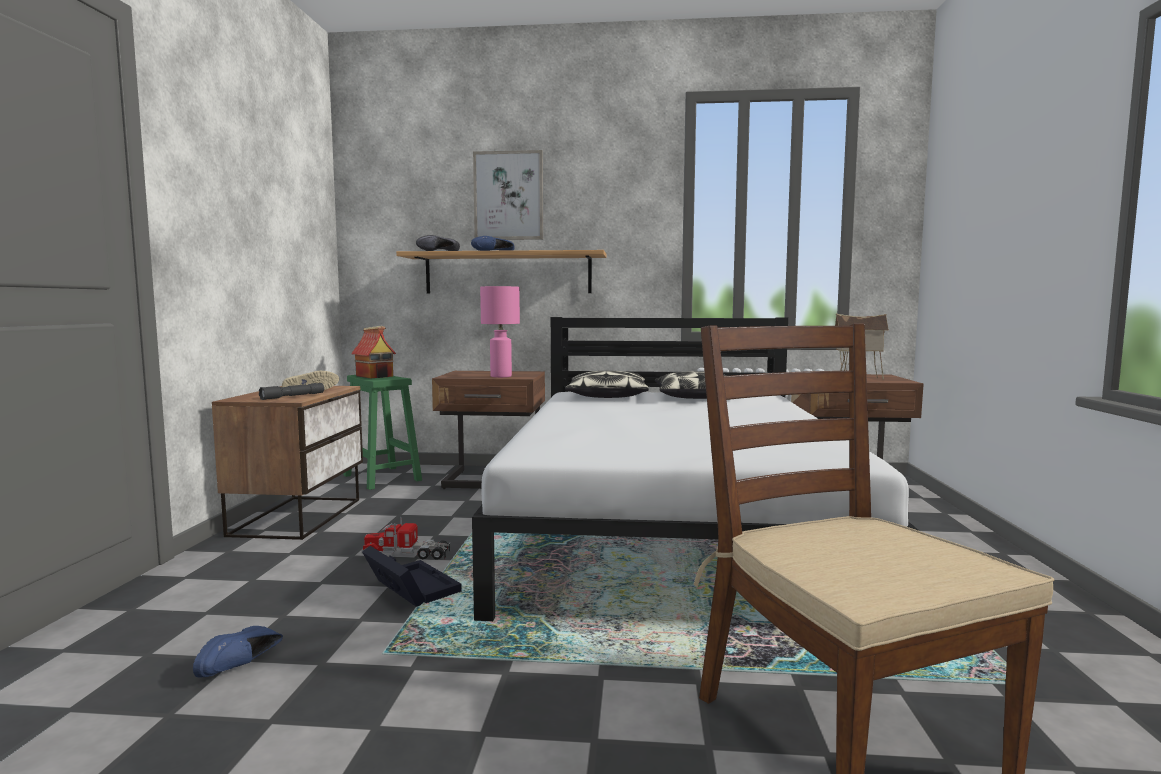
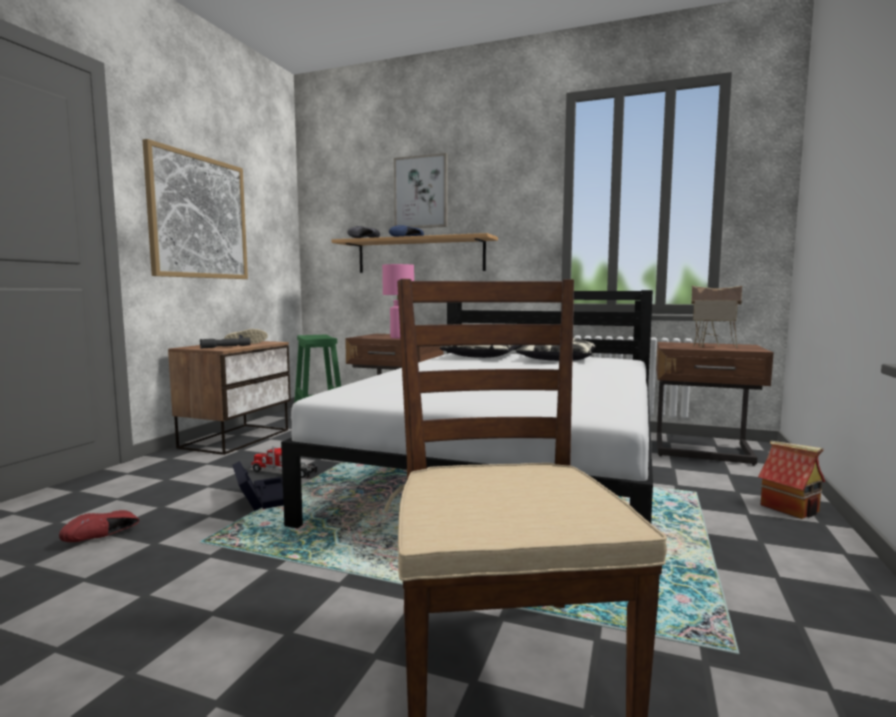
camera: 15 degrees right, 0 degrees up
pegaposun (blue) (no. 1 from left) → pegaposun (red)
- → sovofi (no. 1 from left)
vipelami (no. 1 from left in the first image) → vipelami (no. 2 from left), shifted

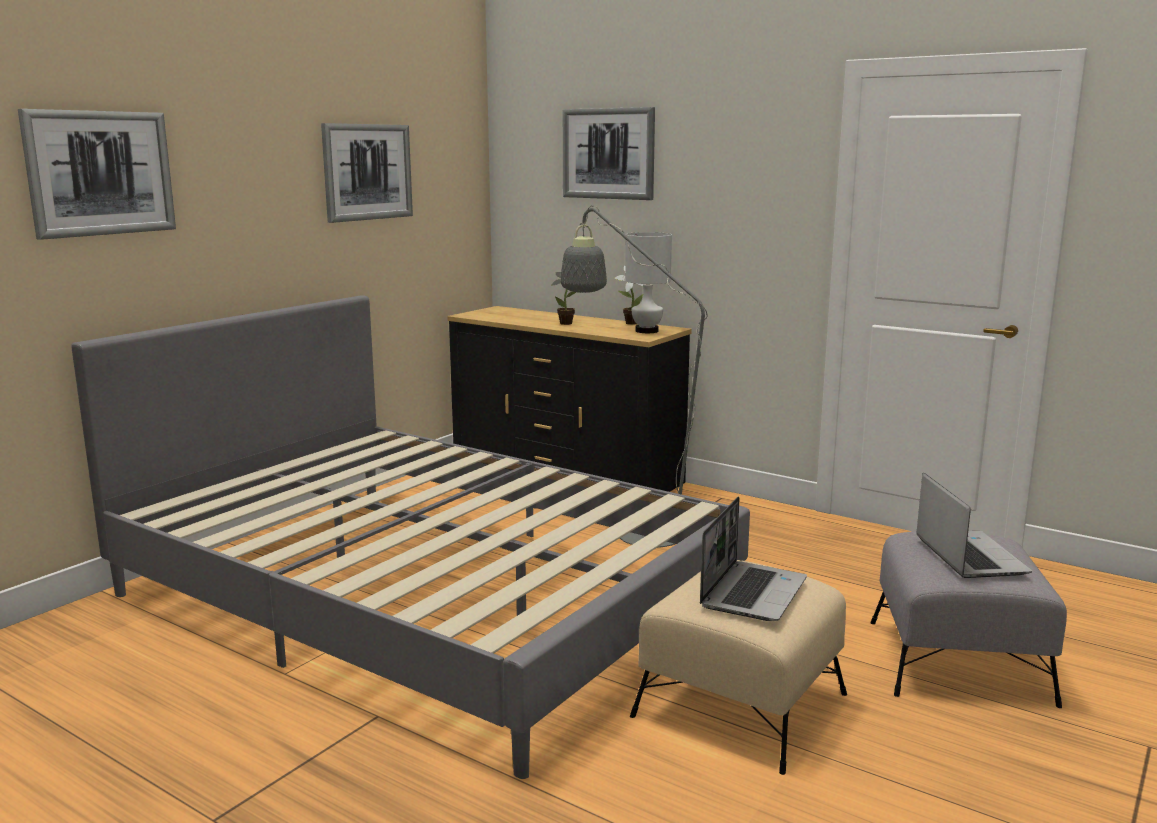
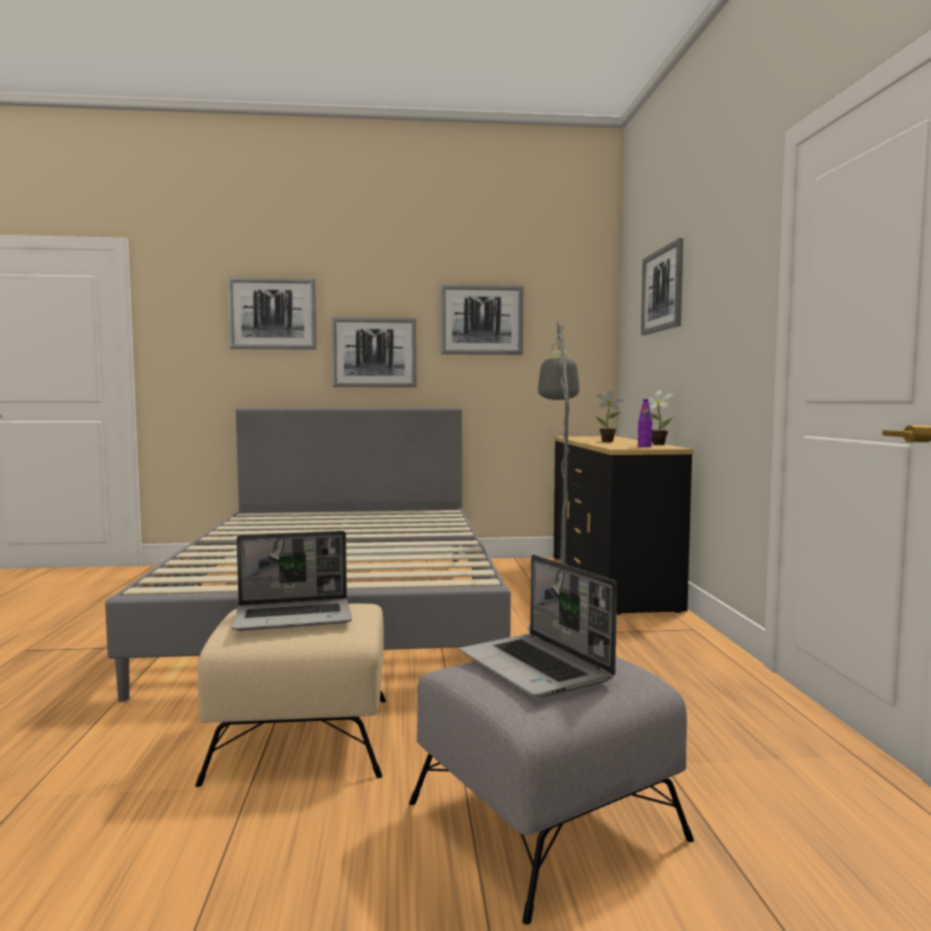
camera: 50 degrees right, 10 degrees down
- → sovofi (no. 2 from left)
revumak (no. 2 from left), 105 degrees clockwise
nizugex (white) → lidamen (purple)

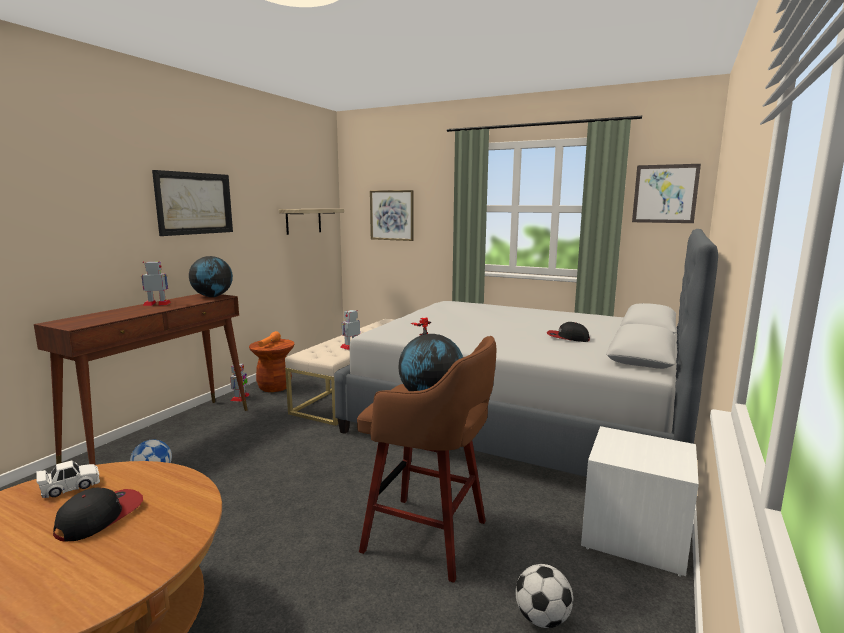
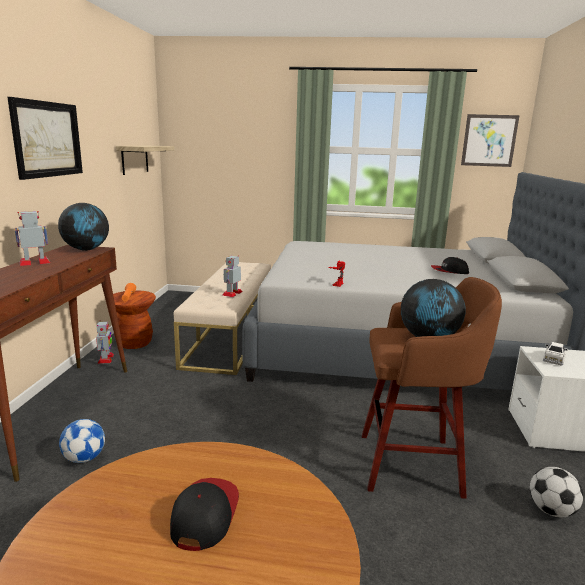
camera: 20 degrees left, 5 degrees up
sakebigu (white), shifted
sovofi (no. 2 from left) → -

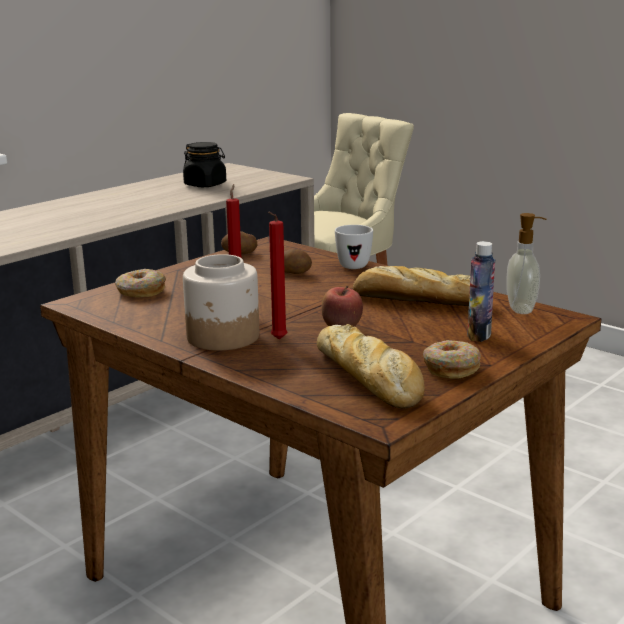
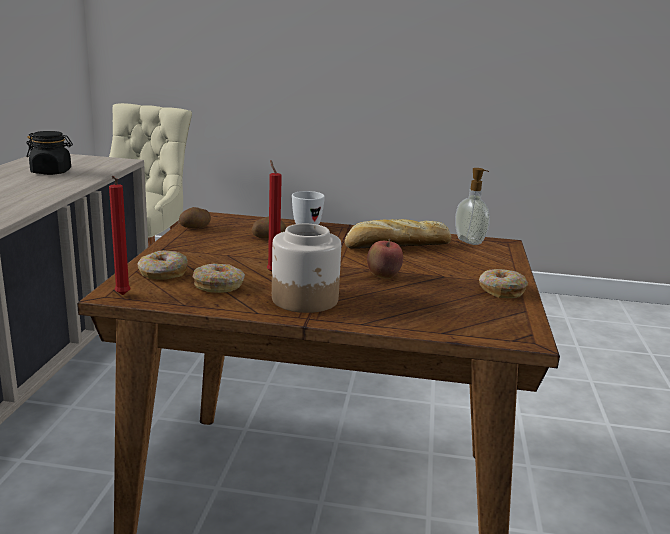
camera: 35 degrees left, 0 degrees up
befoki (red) (no. 2 from left in the first image) → befoki (red) (no. 1 from left), shifted
- → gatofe (no. 2 from left)
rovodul (no. 1 from left) → -
lidamen → -

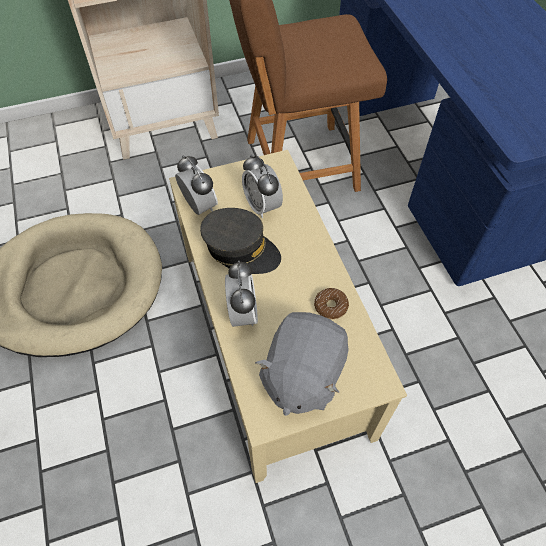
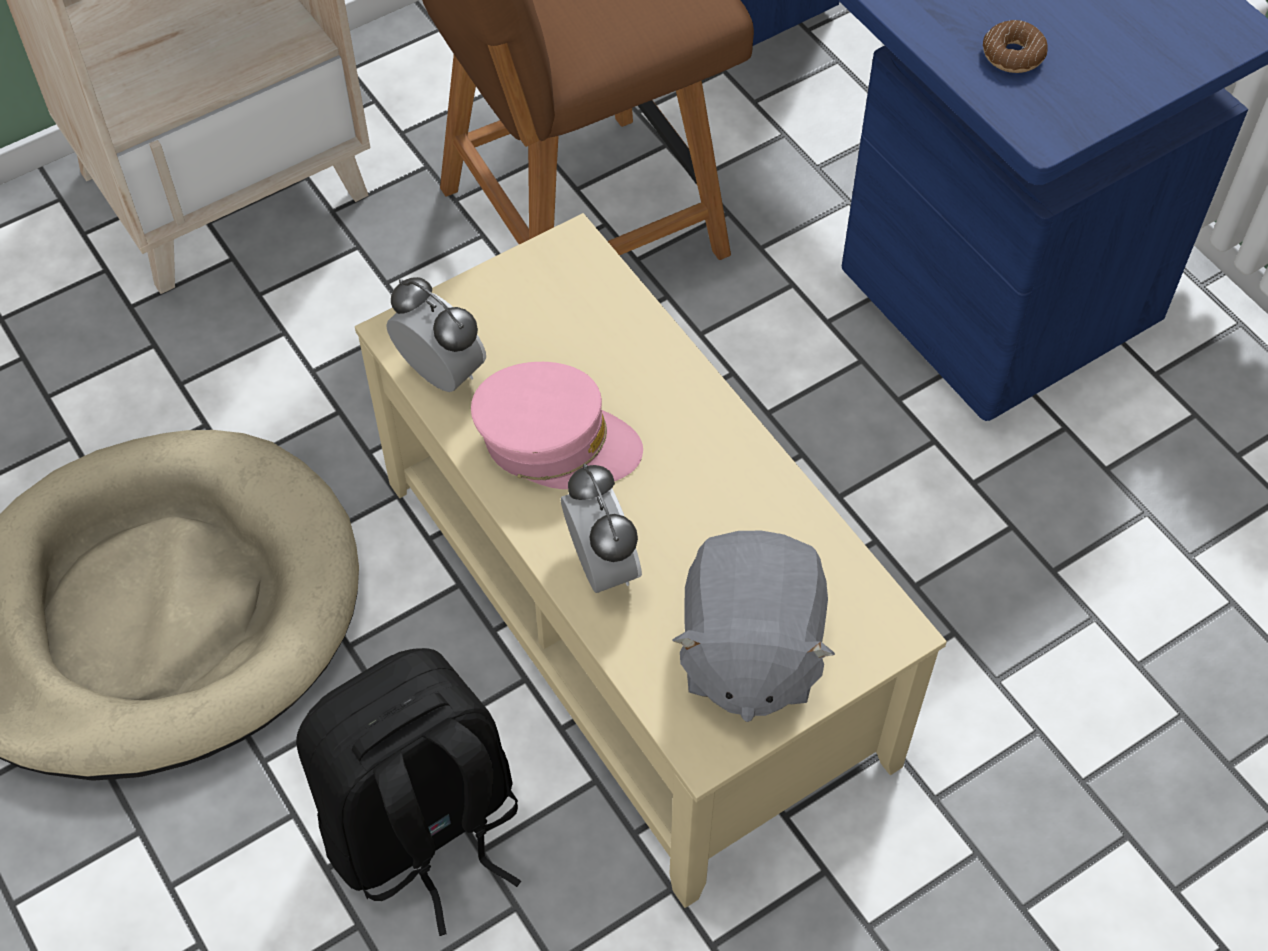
camera: 15 degrees left, 0 degrees up
- → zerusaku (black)
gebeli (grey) → gebeli (pink)
gatofe, shifted
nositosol (no. 3 from left) → -

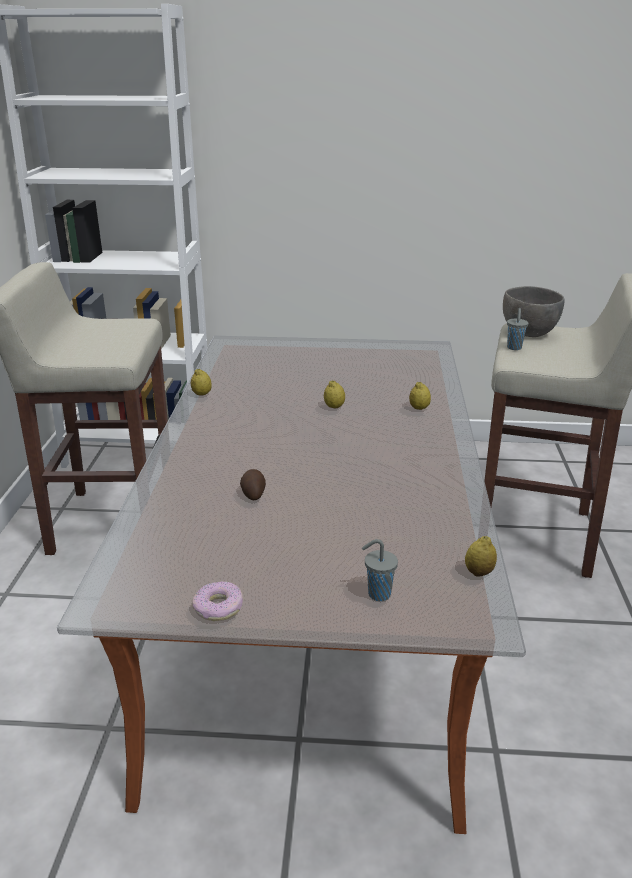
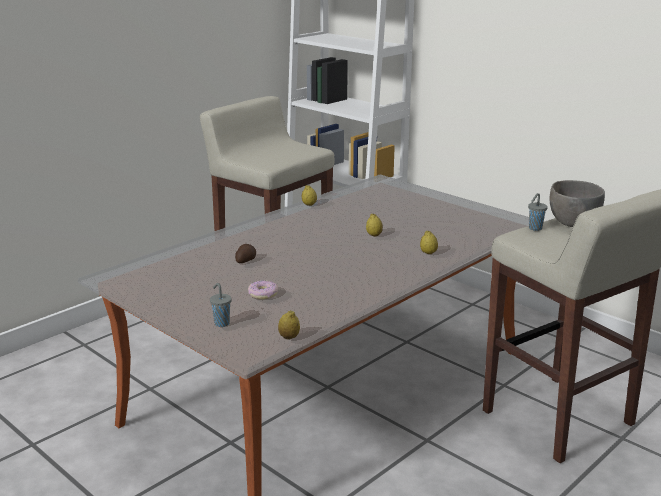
camera: 40 degrees right, 5 degrees down
gatofe, shifted

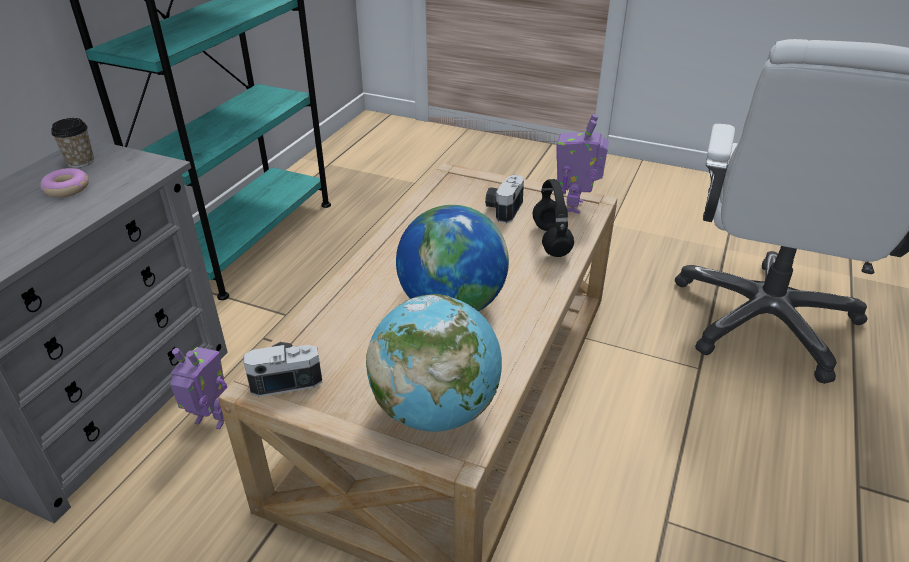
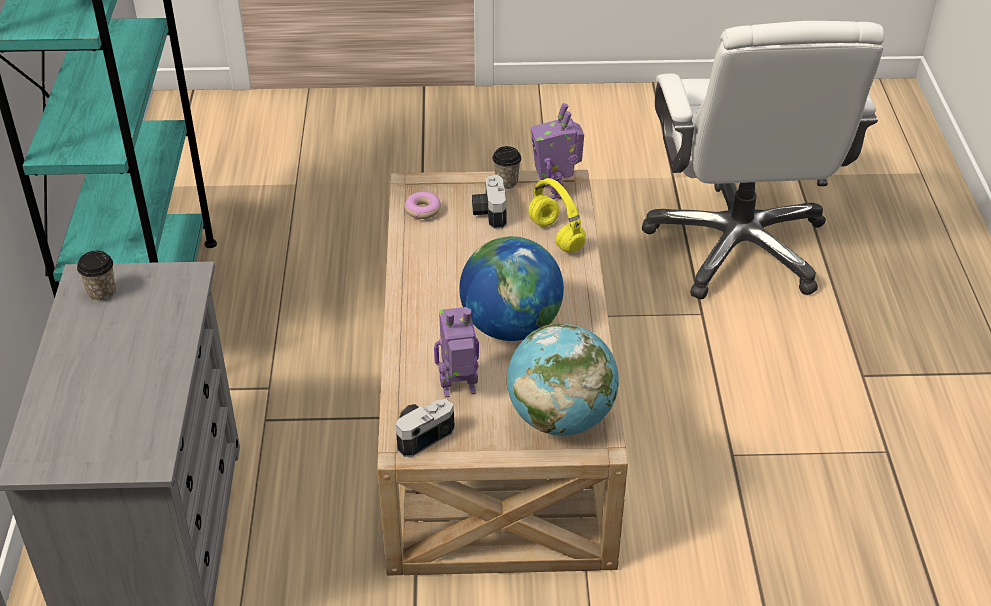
camera: 25 degrees left, 5 degrees up
gatofe, shifted
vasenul (no. 1 from left), shifted
- → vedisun (no. 2 from left)
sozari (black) → sozari (yellow)

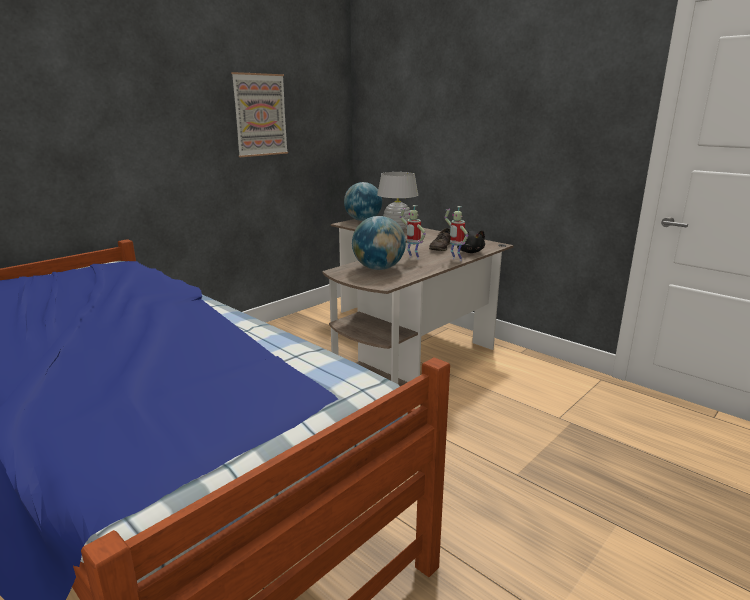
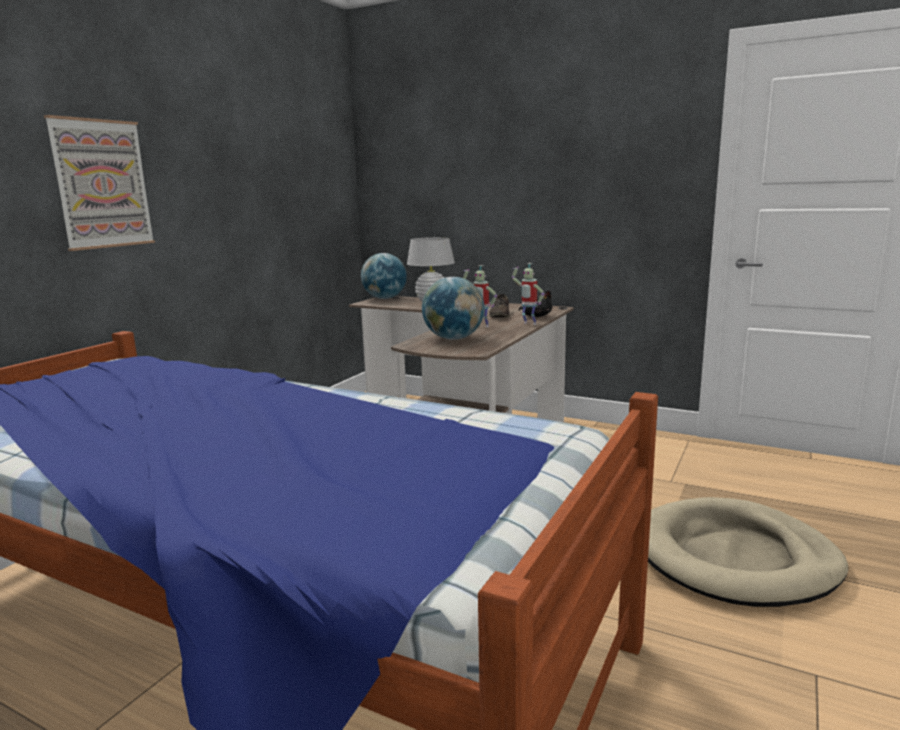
camera: 15 degrees left, 5 degrees down
sovofi, shifted
- → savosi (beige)

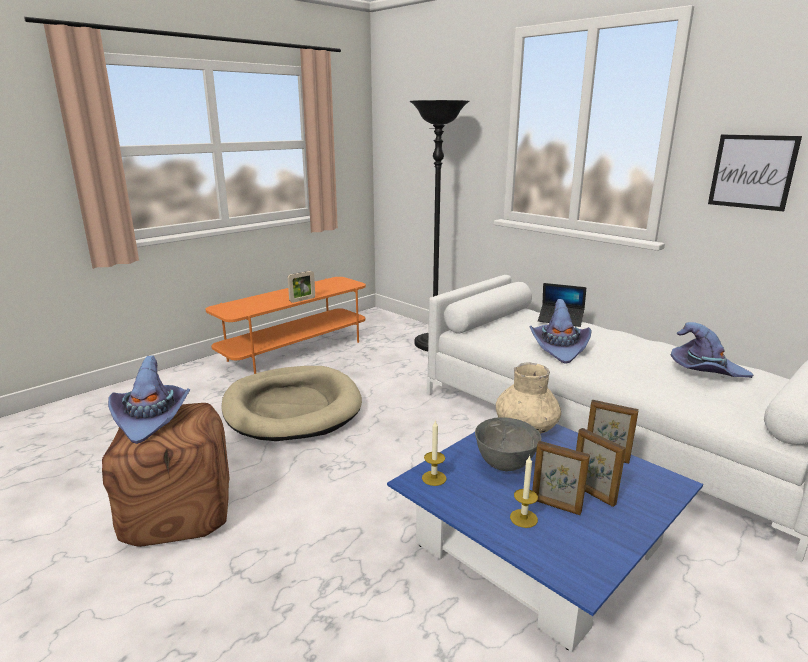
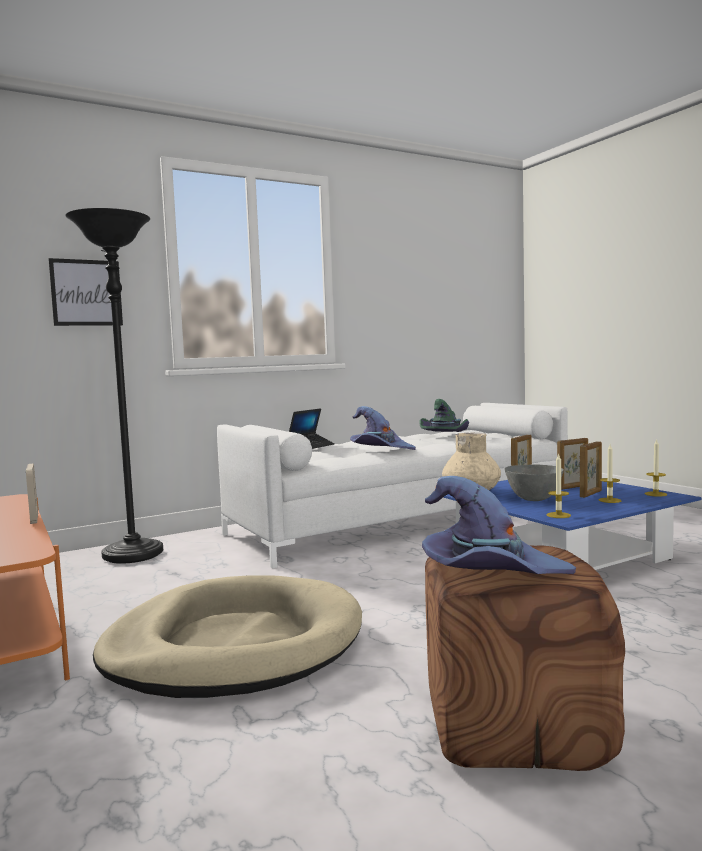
camera: 75 degrees left, 15 degrees down
sovofi, shifted
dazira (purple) (no. 3 from left) → dazira (green)
- → befoki (no. 3 from left)

